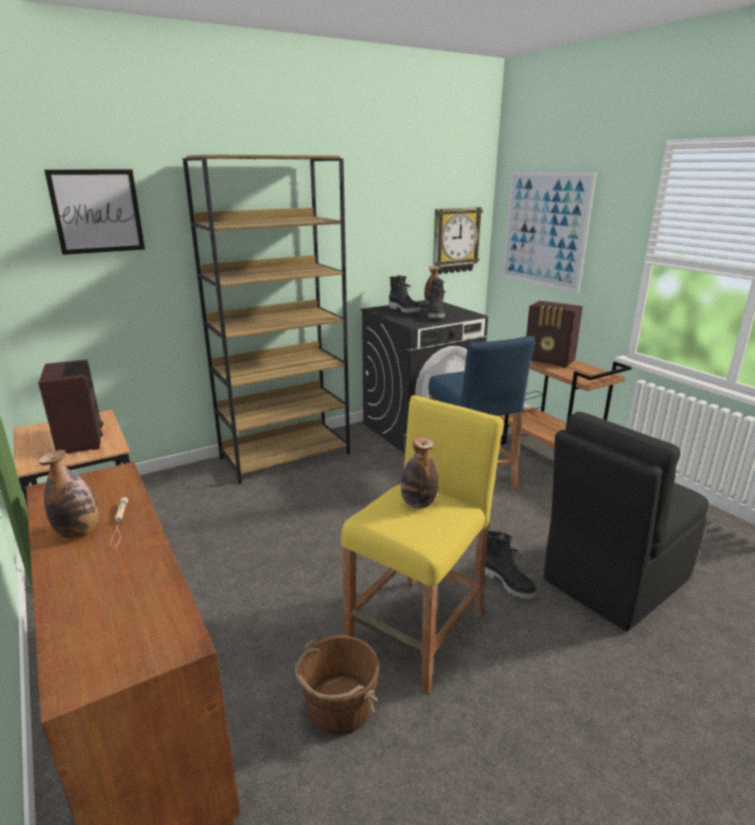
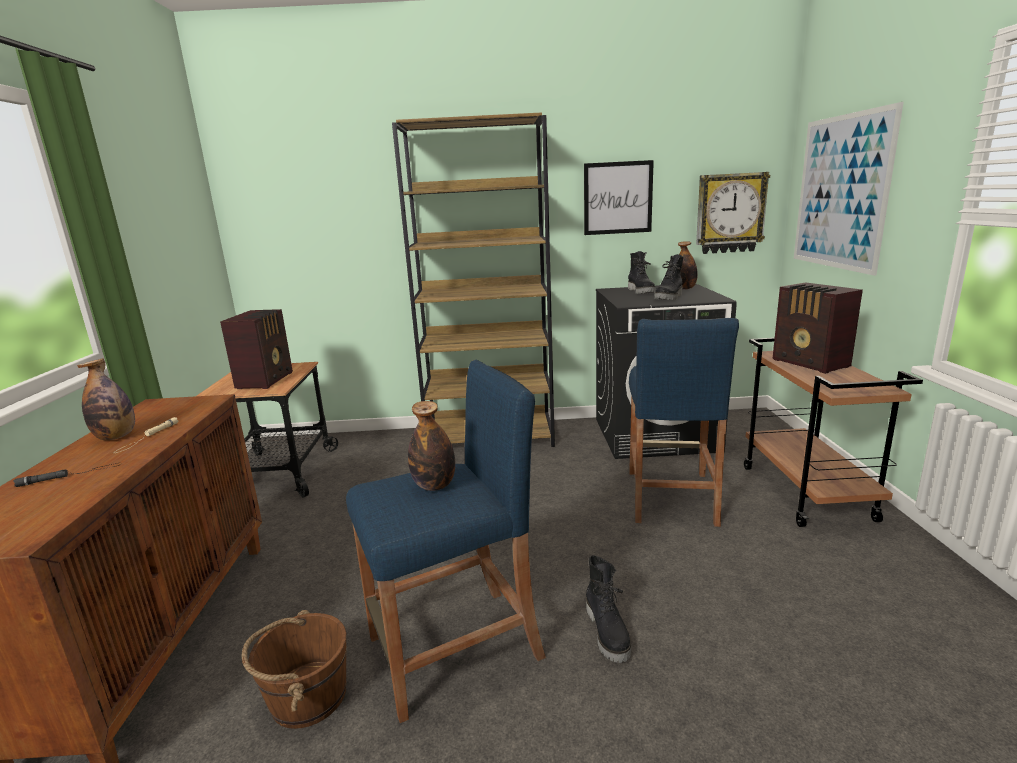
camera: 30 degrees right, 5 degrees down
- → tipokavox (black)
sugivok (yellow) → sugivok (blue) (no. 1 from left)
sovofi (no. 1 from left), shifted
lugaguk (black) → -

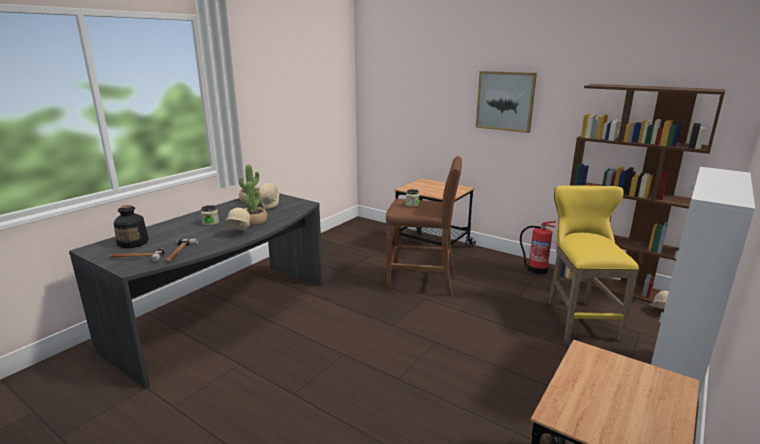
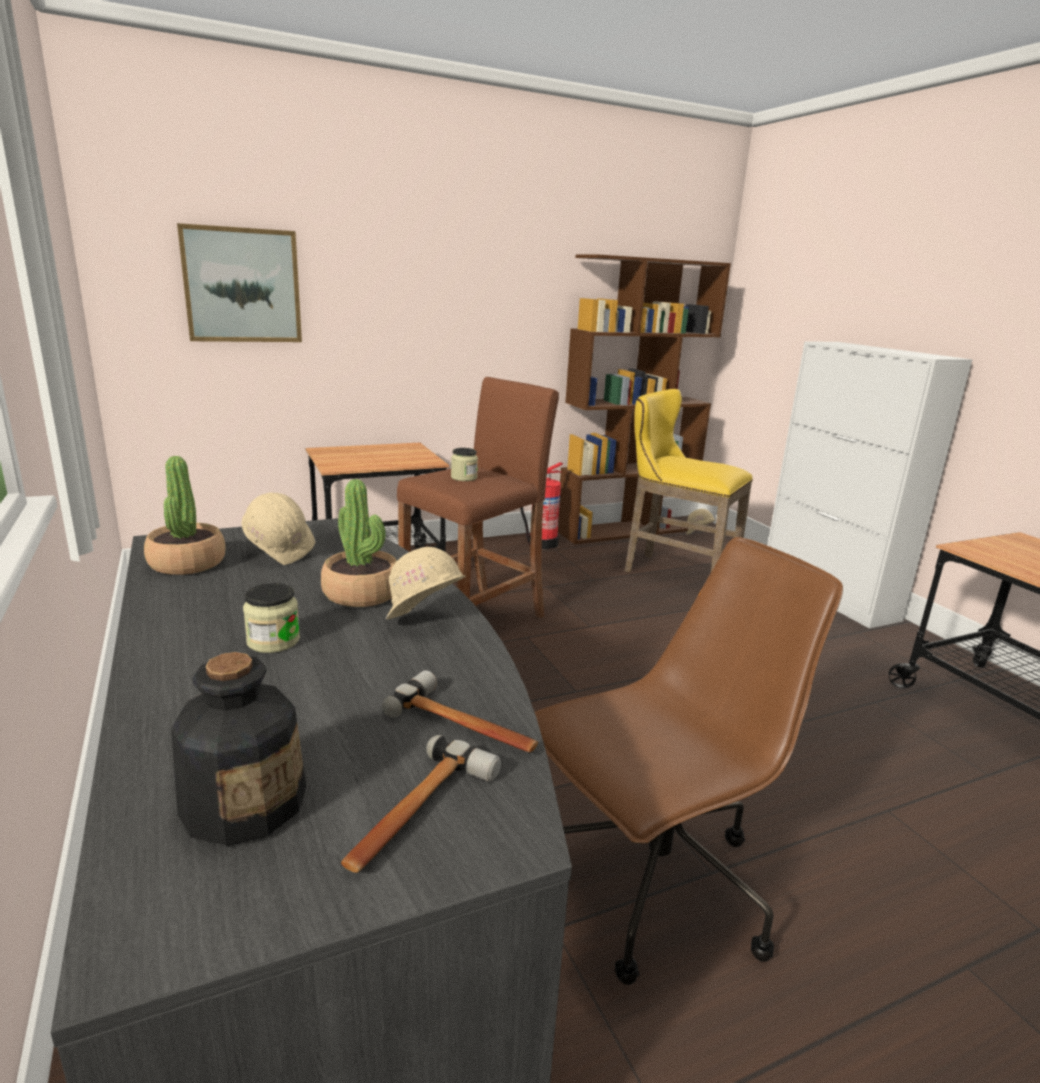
camera: 60 degrees left, 0 degrees up
sovofi, shifted
- → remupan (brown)

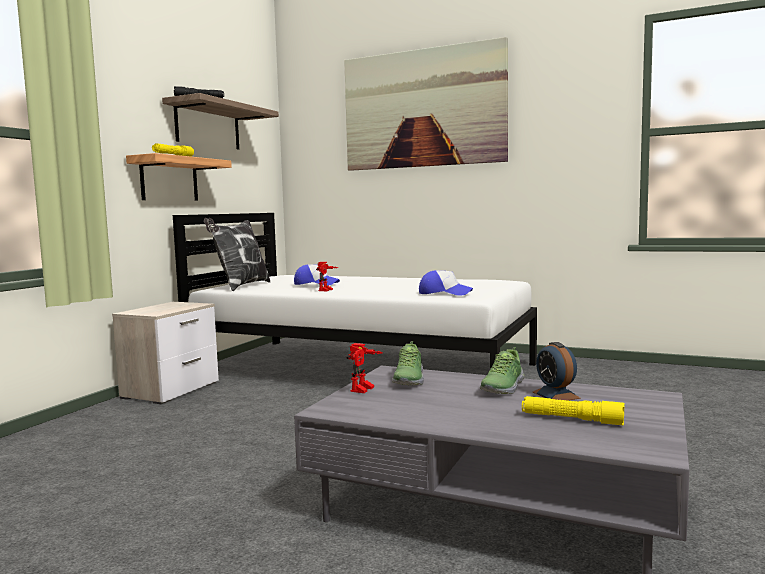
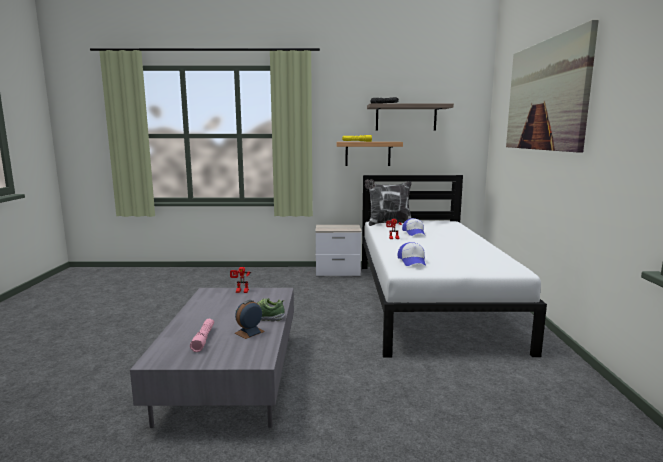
camera: 65 degrees right, 5 degrees up
tipokavox (yellow) (no. 2 from left) → tipokavox (pink)
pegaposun (no. 1 from left) → -

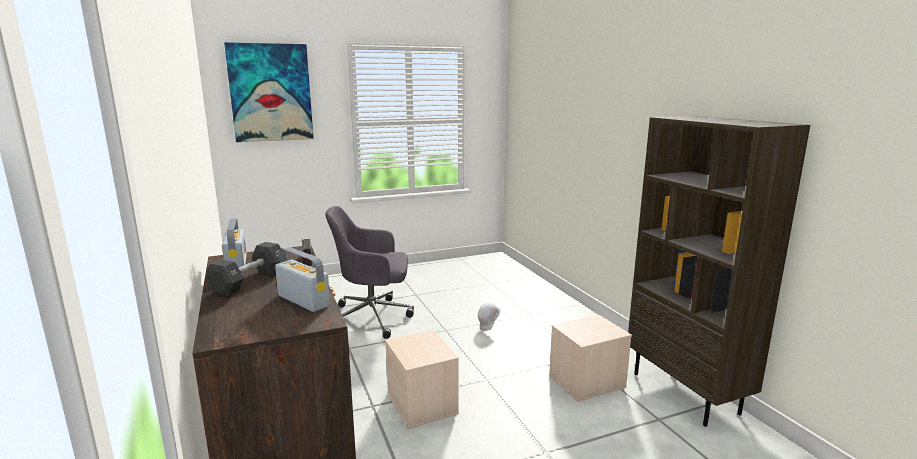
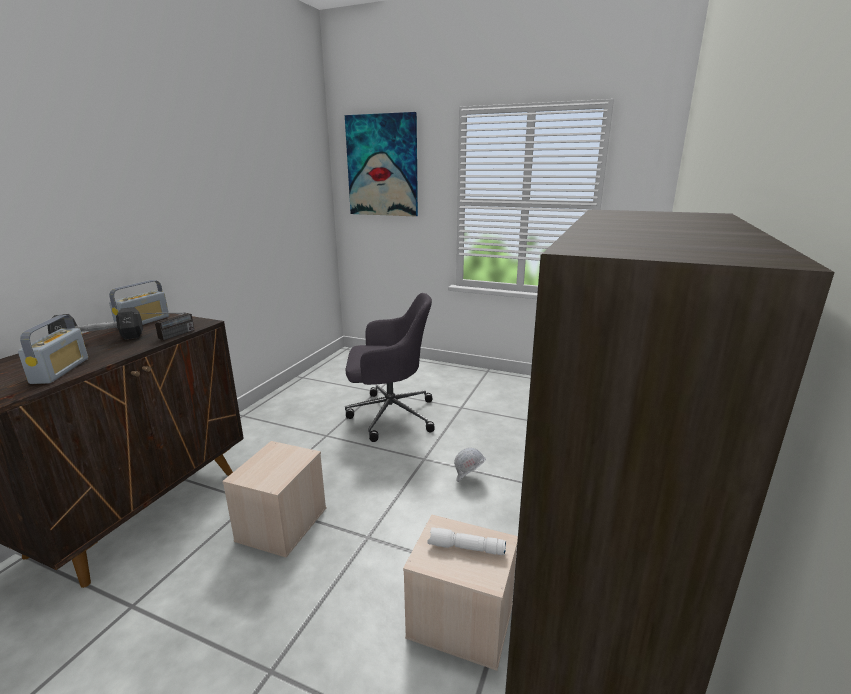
camera: 45 degrees right, 5 degrees up
remupan (grey), 135 degrees clockwise
- → tipokavox (white)

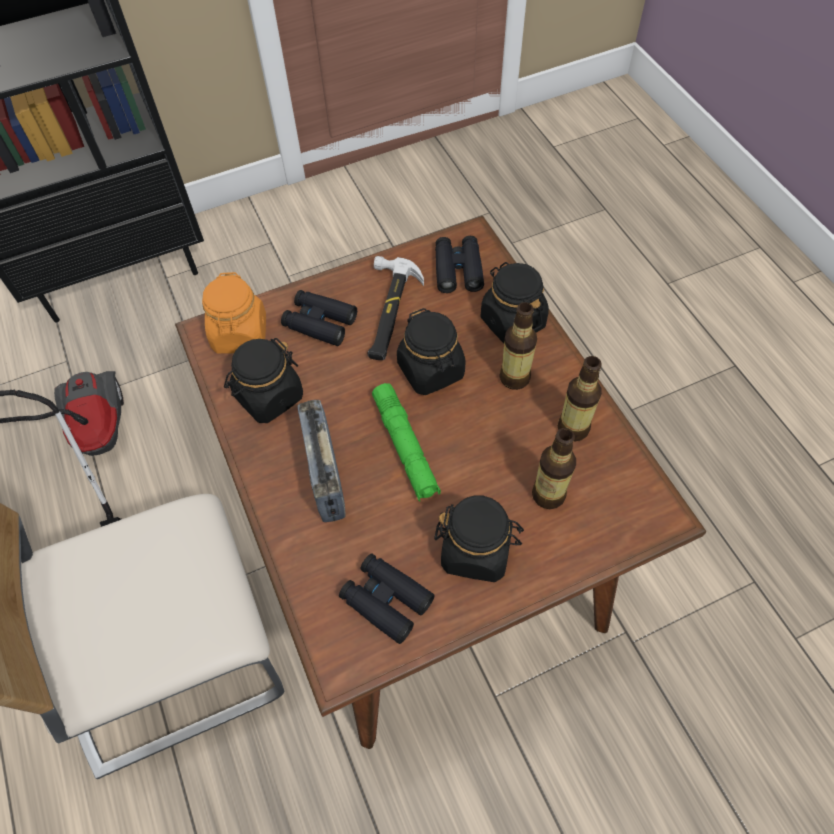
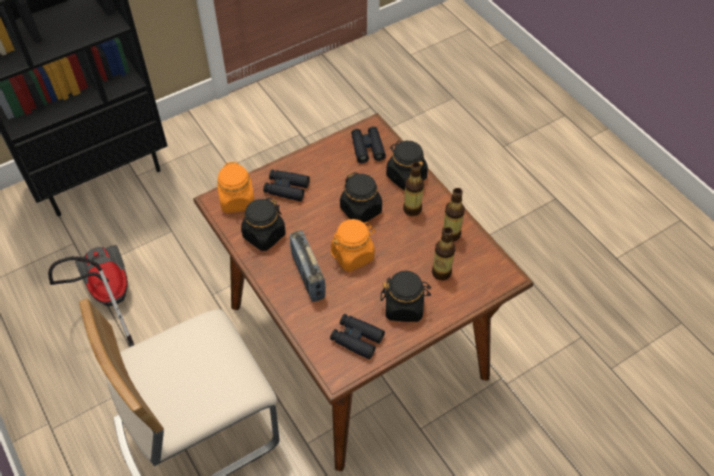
camera: 10 degrees left, 5 degrees down
tipokavox (green) → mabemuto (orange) (no. 2 from left)
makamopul → -

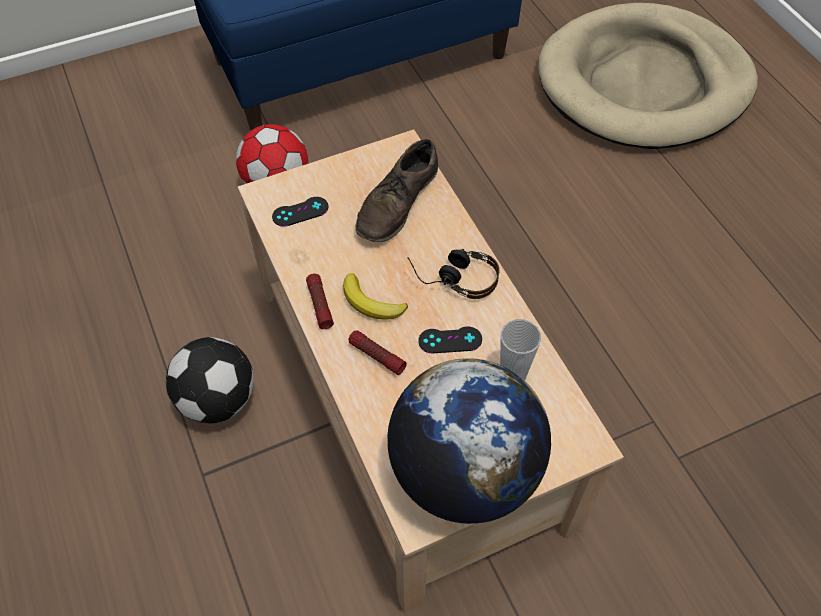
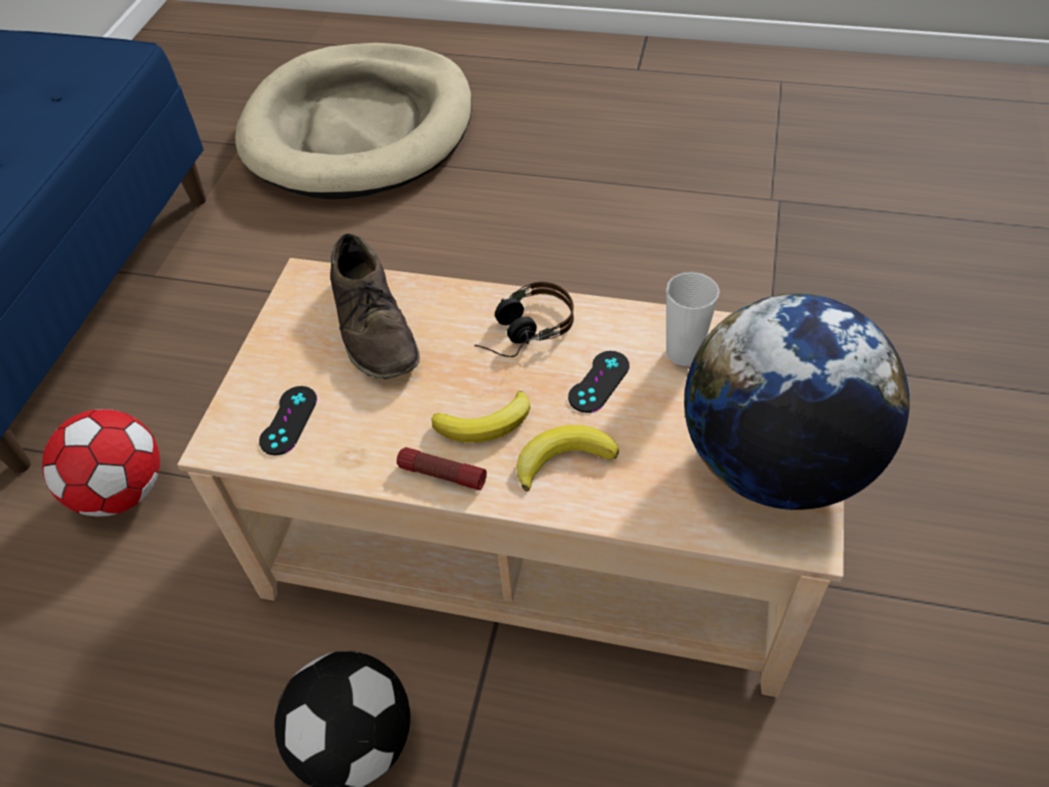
camera: 50 degrees left, 5 degrees down
tipokavox (no. 2 from left) → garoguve (no. 2 from left)

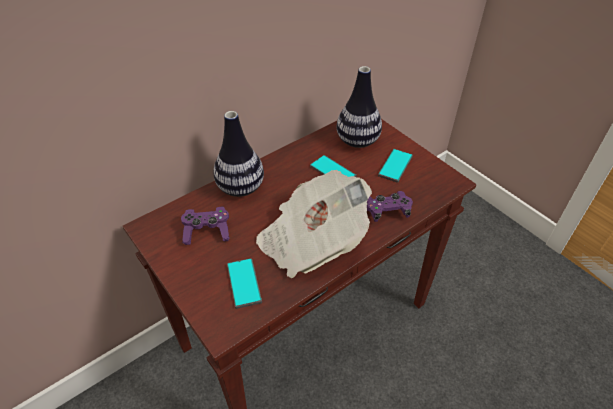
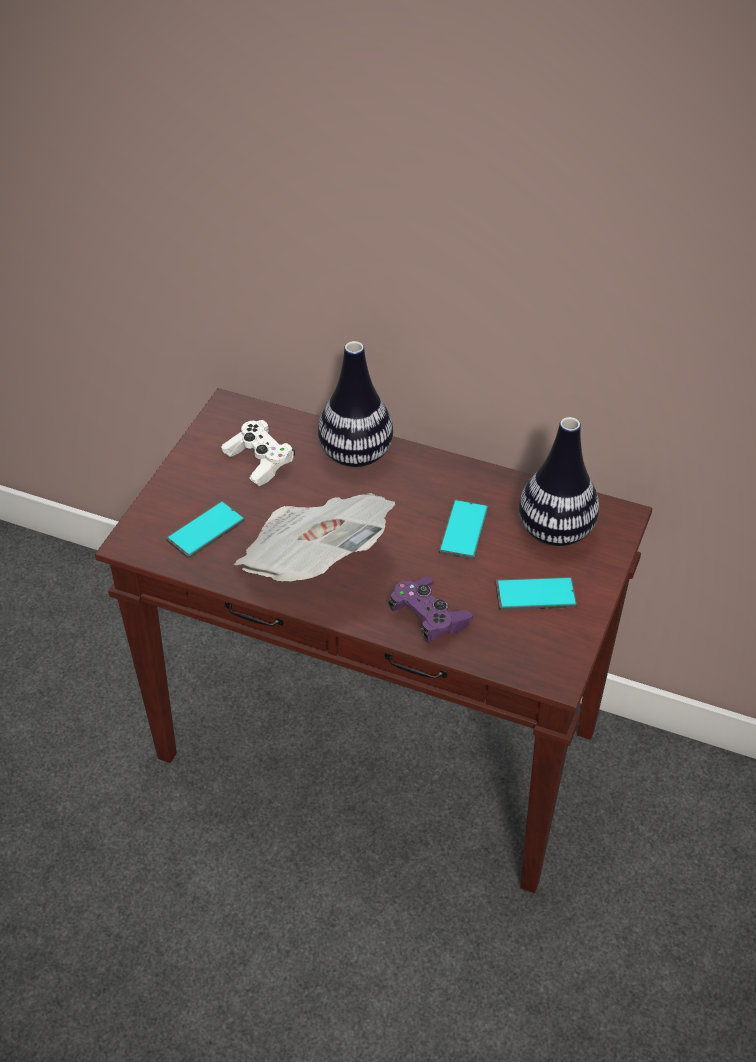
camera: 60 degrees right, 0 degrees up
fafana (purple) (no. 1 from left) → fafana (white)

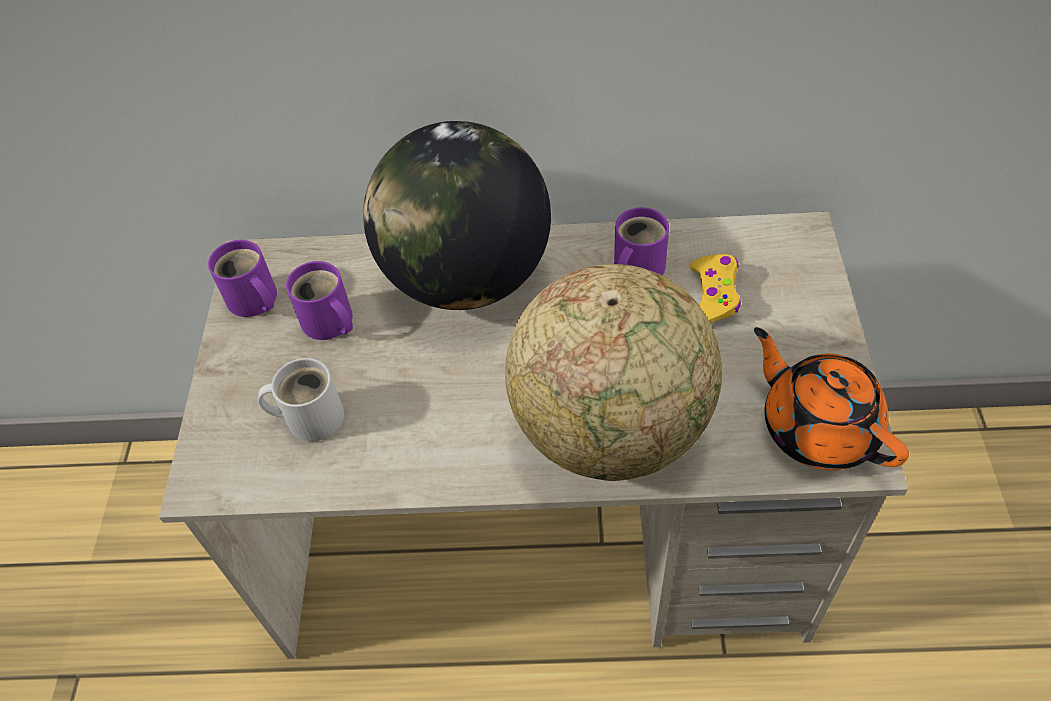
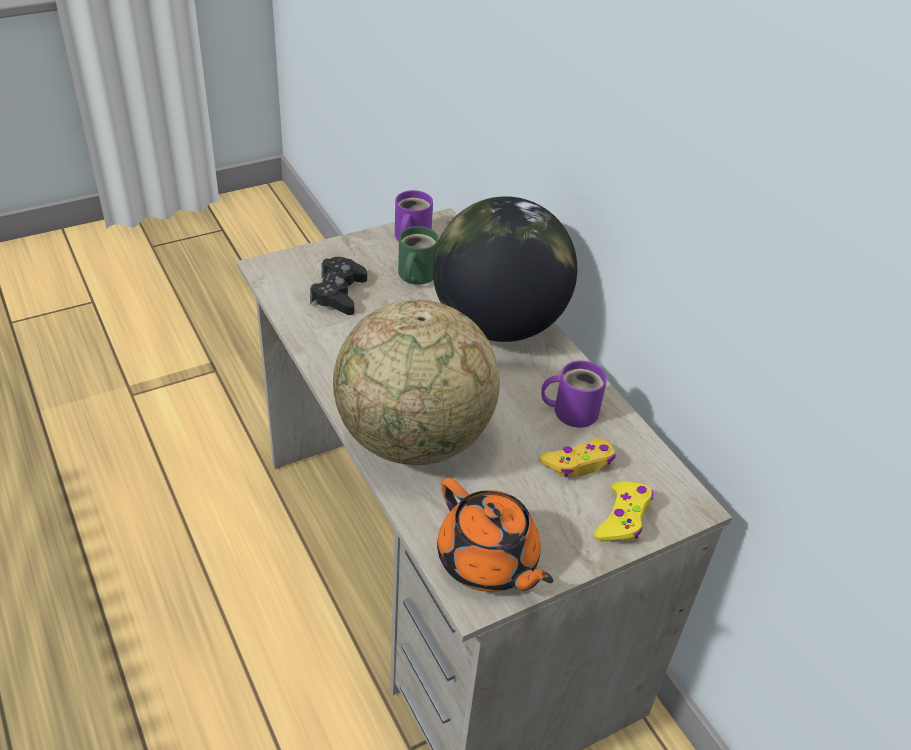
camera: 55 degrees right, 10 degrees down
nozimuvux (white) → fafana (black)
nozimuvux (purple) (no. 2 from left) → nozimuvux (green)
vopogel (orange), 120 degrees clockwise
- → fafana (yellow) (no. 2 from left)

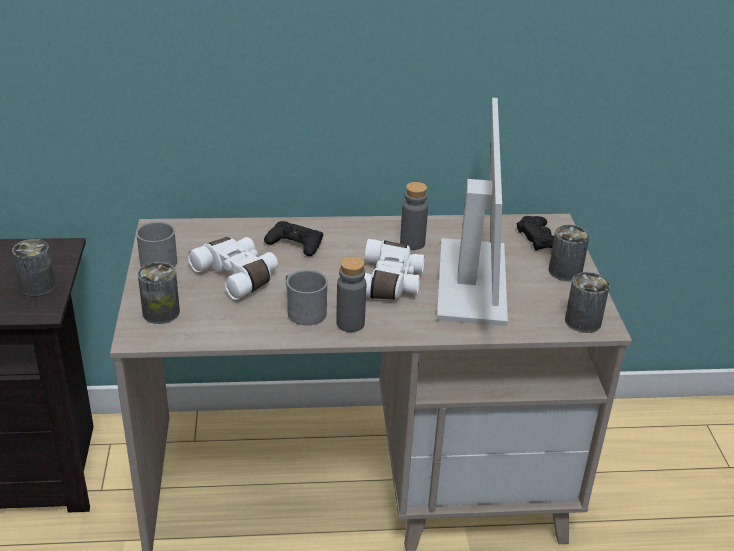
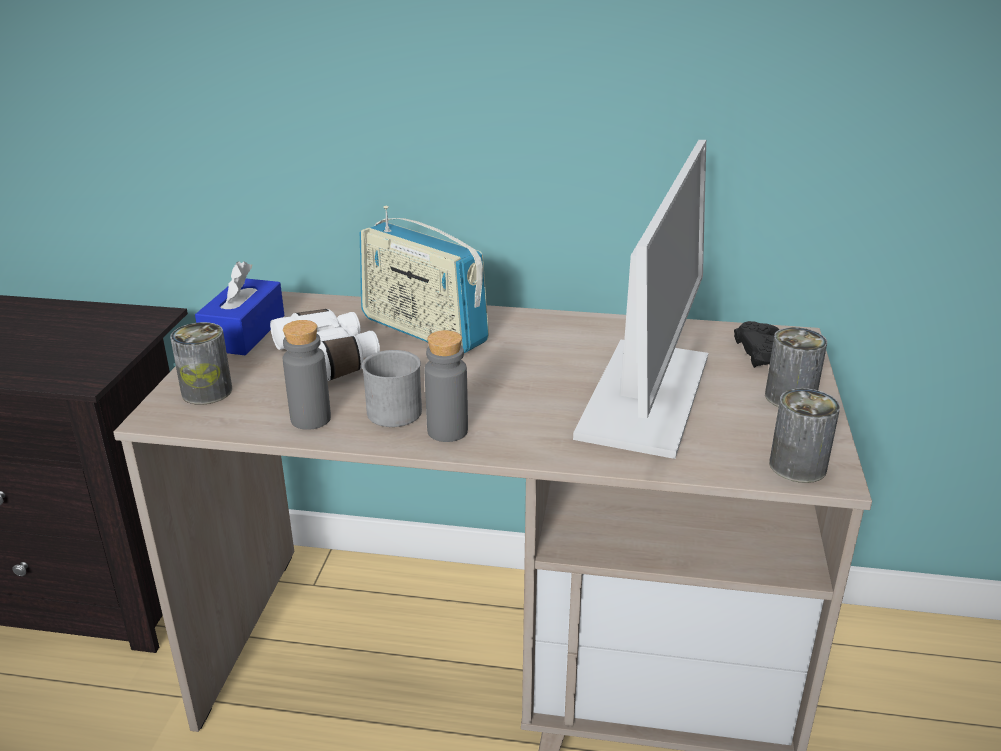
camera: 15 degrees right, 5 degrees down
nozimuvux (grey) (no. 1 from left) → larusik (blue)
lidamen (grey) (no. 2 from left in the first image) → lidamen (grey) (no. 1 from left), shifted
fafana (black) (no. 1 from left) → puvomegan
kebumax (no. 1 from left) → -
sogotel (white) (no. 2 from left) → -

